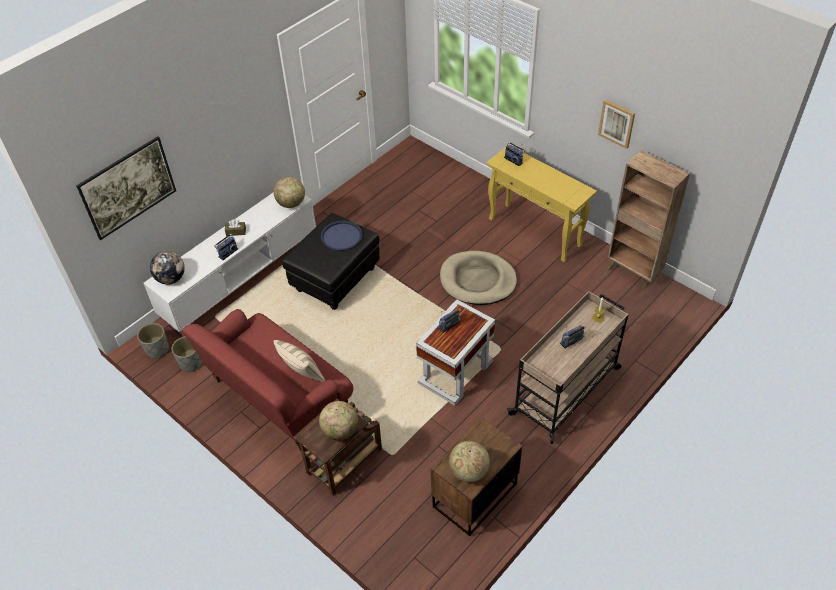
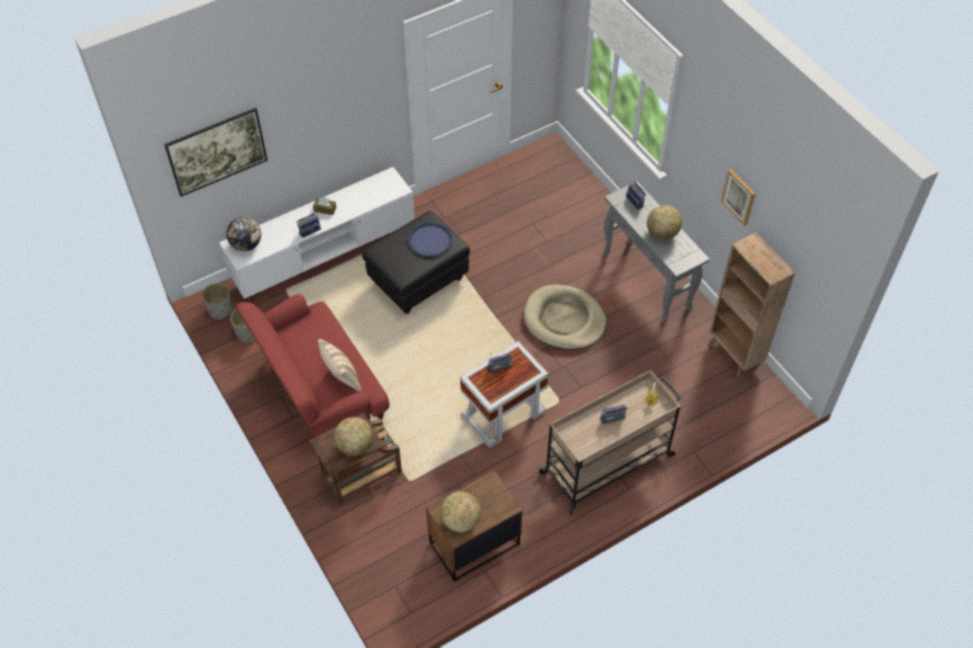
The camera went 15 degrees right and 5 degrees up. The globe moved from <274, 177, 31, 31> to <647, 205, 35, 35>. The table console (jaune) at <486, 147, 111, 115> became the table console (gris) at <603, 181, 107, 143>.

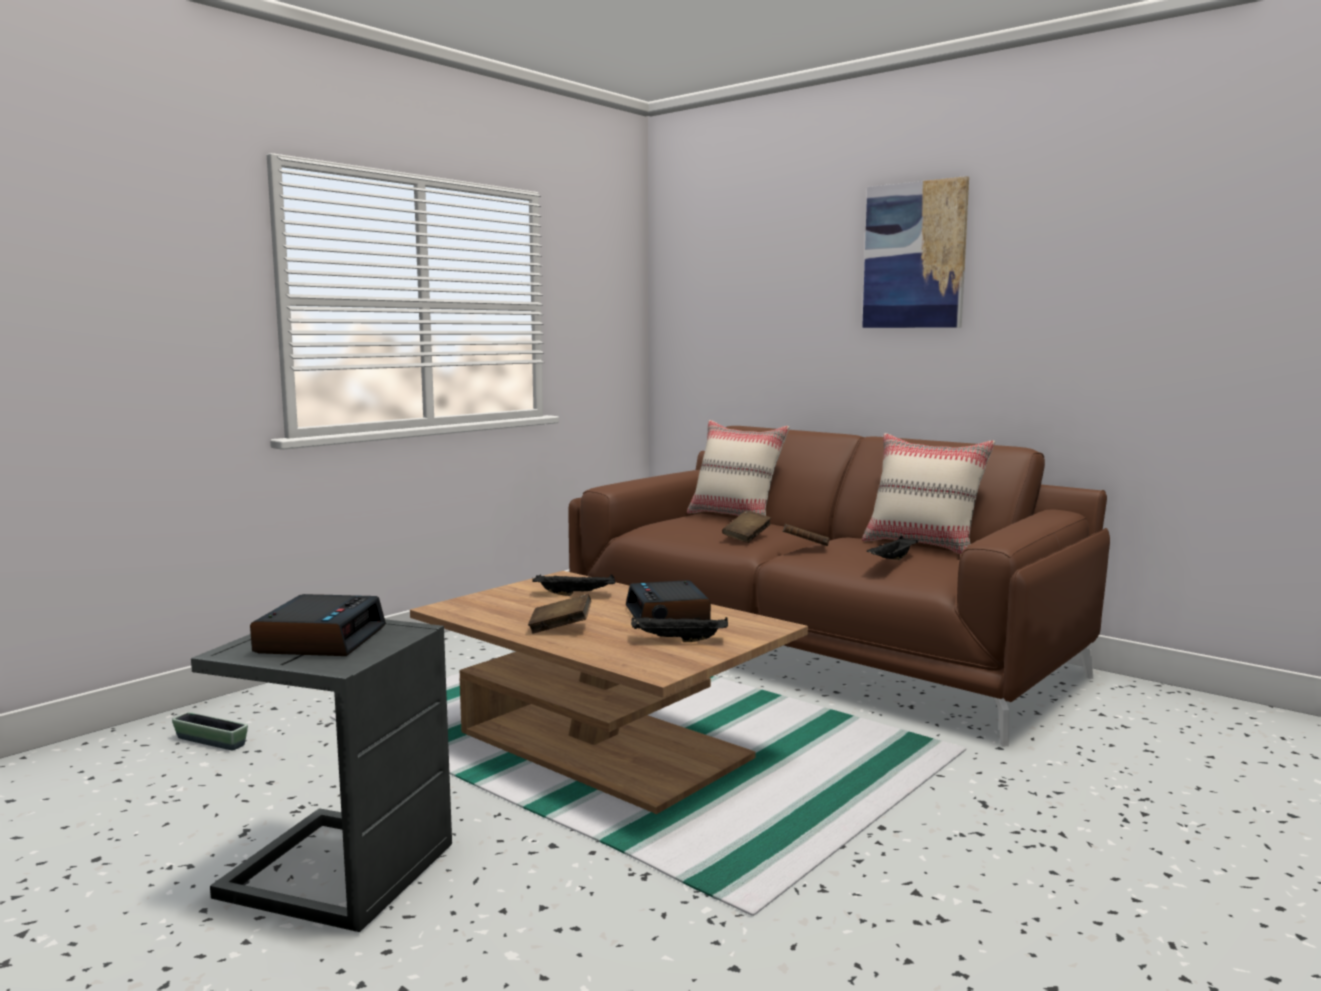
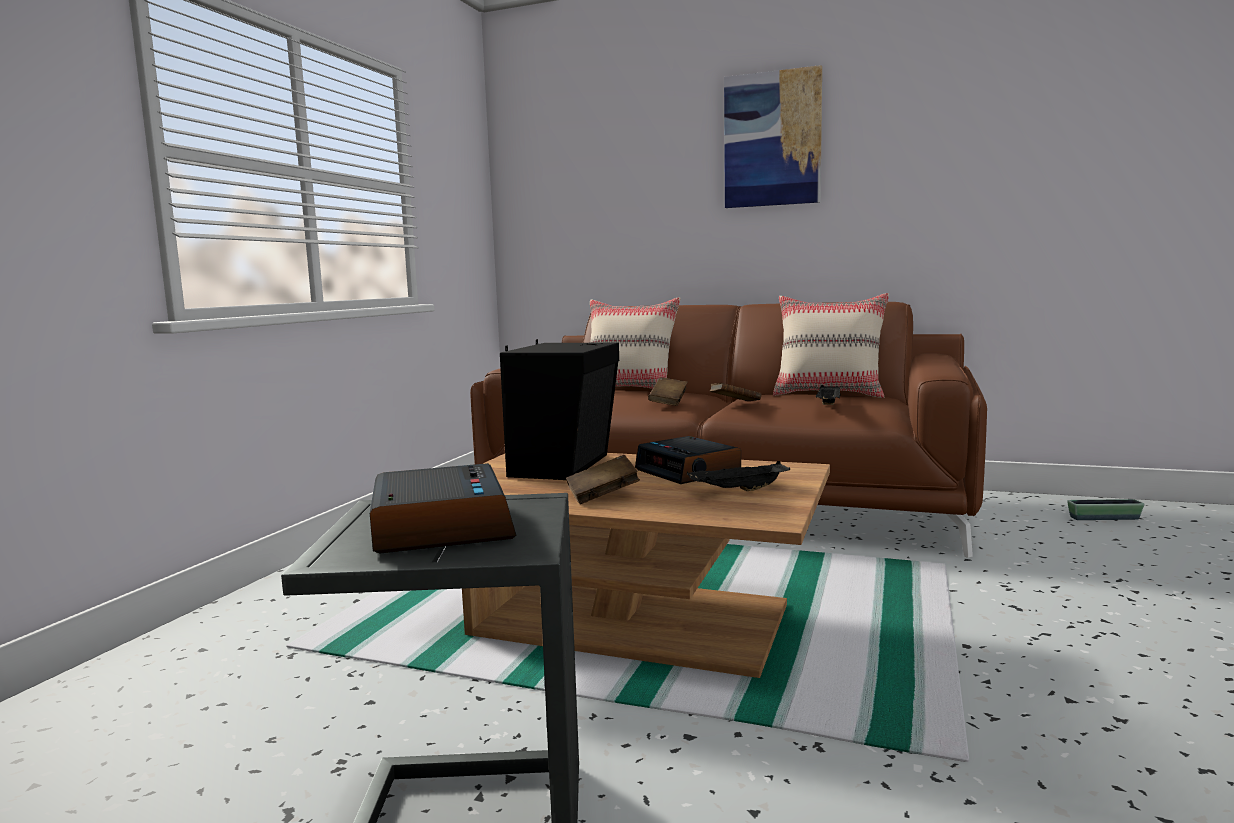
The camera went 20 degrees left and 0 degrees up. The cache-pot moved from <172, 712, 76, 38> to <1067, 499, 77, 21>. The plateau (noir) at <532, 574, 83, 22> was replaced by the enceinte (noir) at <500, 339, 119, 141>.

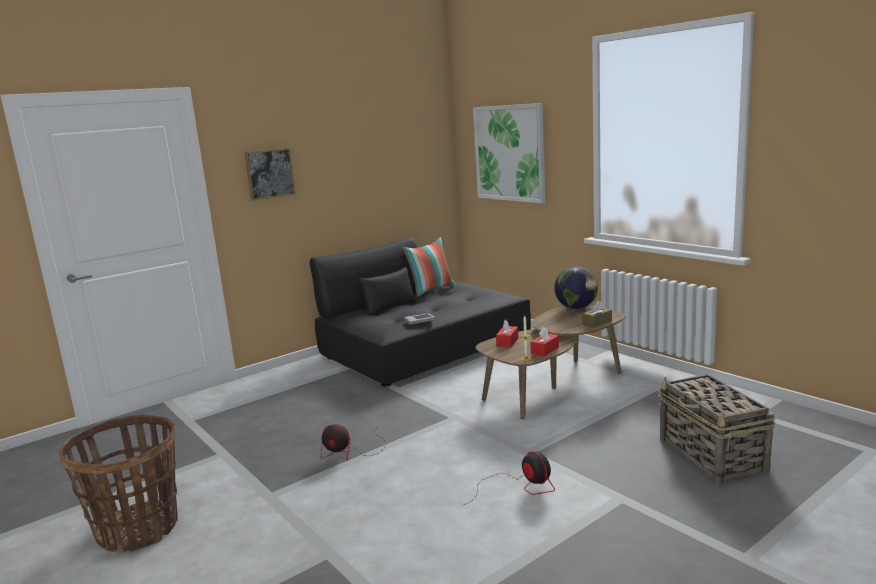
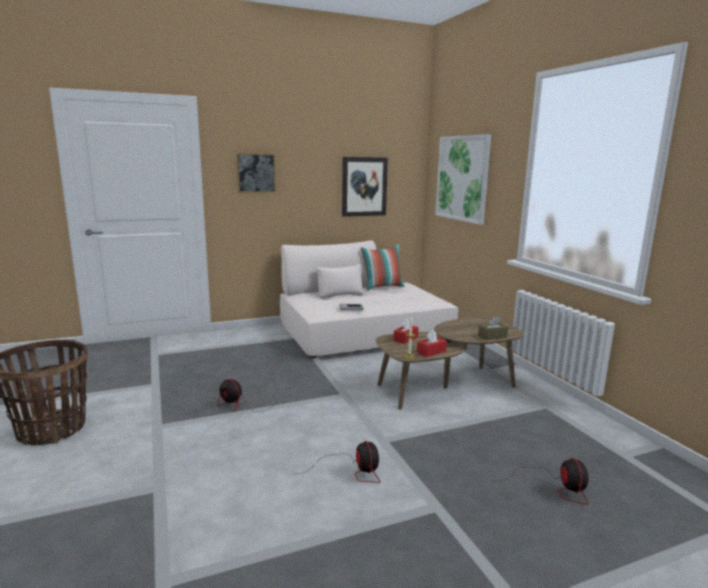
The camera went 15 degrees right and 0 degrees up. The globe at <554, 267, 44, 42> disappeared. The tableau at <342, 157, 46, 60> appeared. The panier at <657, 374, 119, 110> was replaced by the ventilateur at <502, 458, 87, 47>. The canapé (noir) at <309, 237, 222, 149> became the canapé (beige) at <280, 241, 178, 117>.

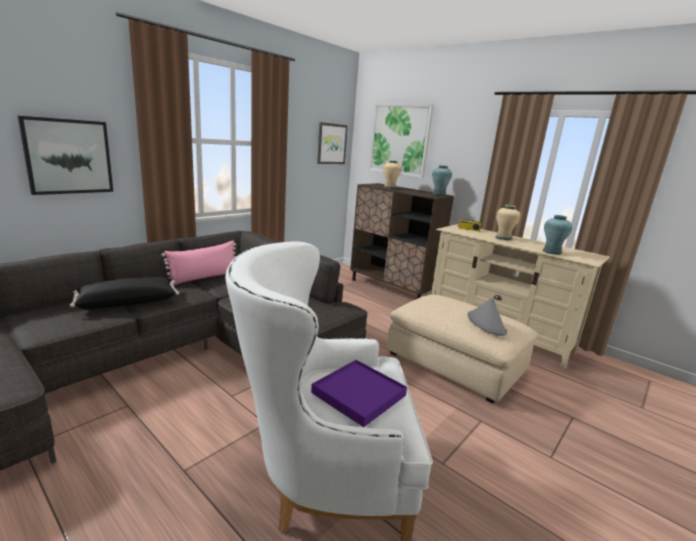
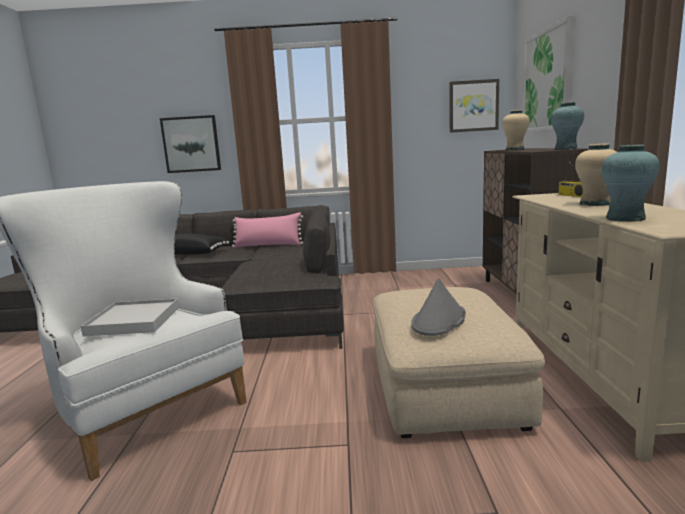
The camera went 50 degrees right and 5 degrees down. The plateau (violet) at <311, 360, 96, 67> became the plateau (blanc) at <81, 299, 98, 38>.

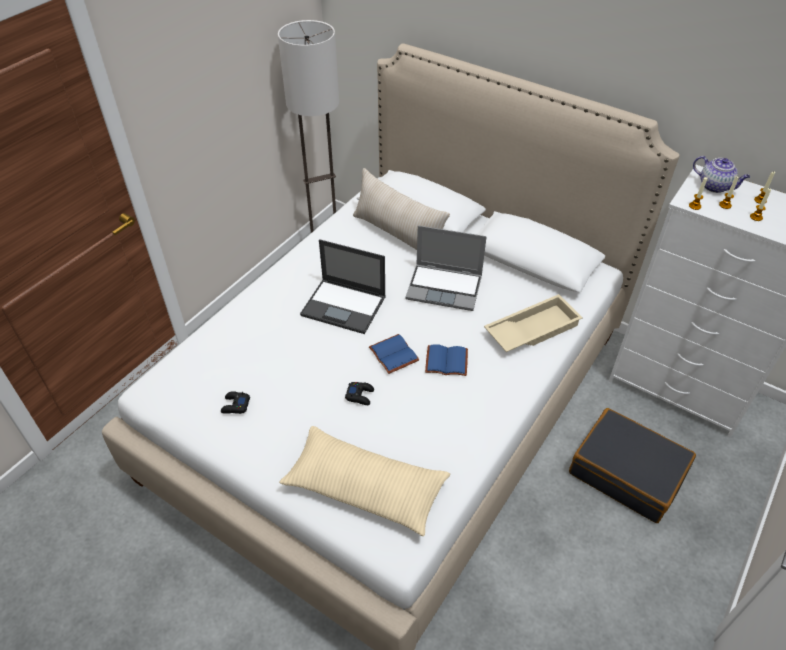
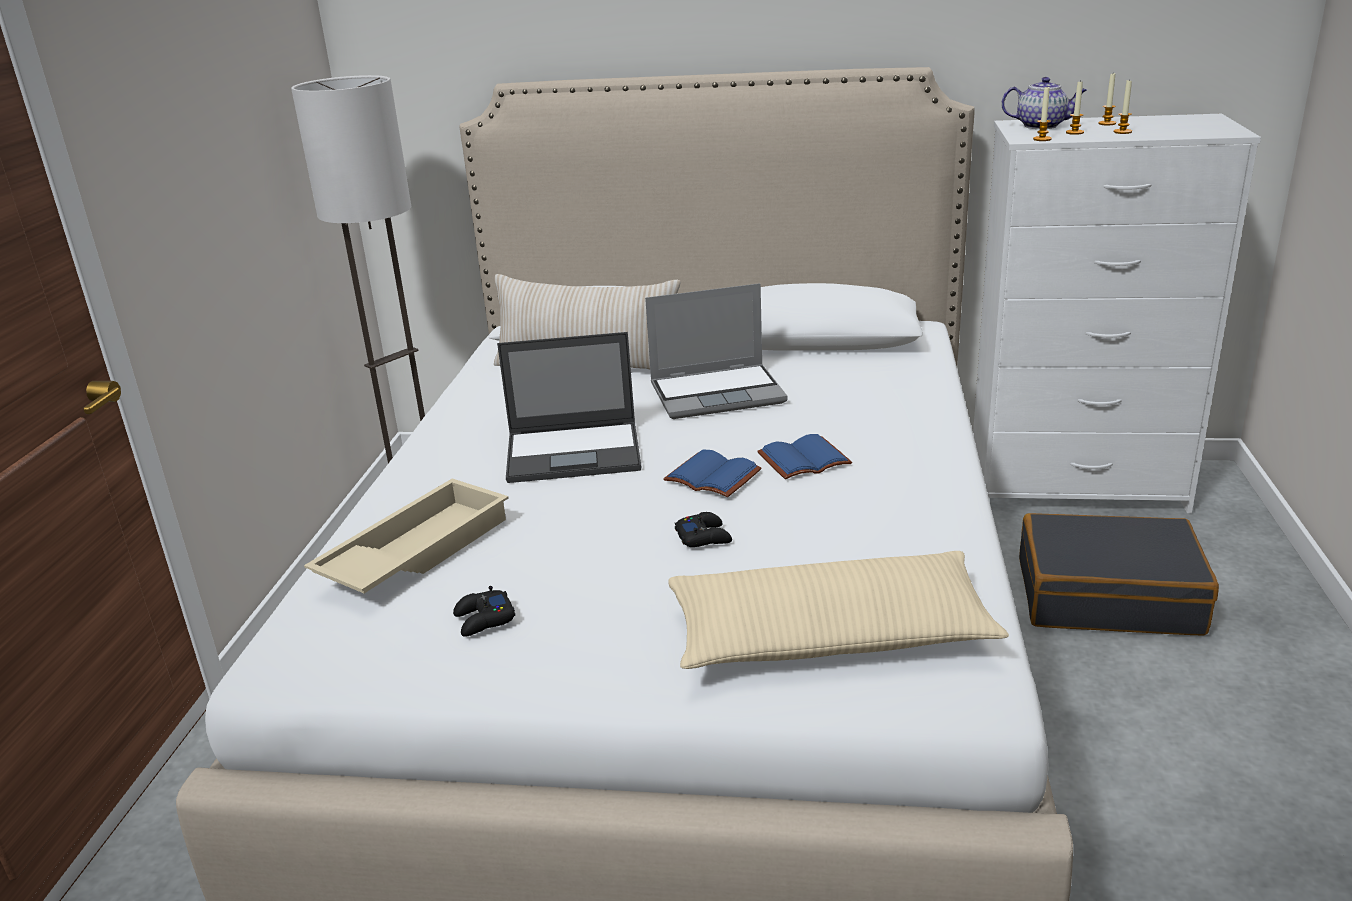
The camera went 25 degrees left and 20 degrees down. The plateau (beige) moved from <484, 294, 99, 58> to <304, 479, 205, 114>.

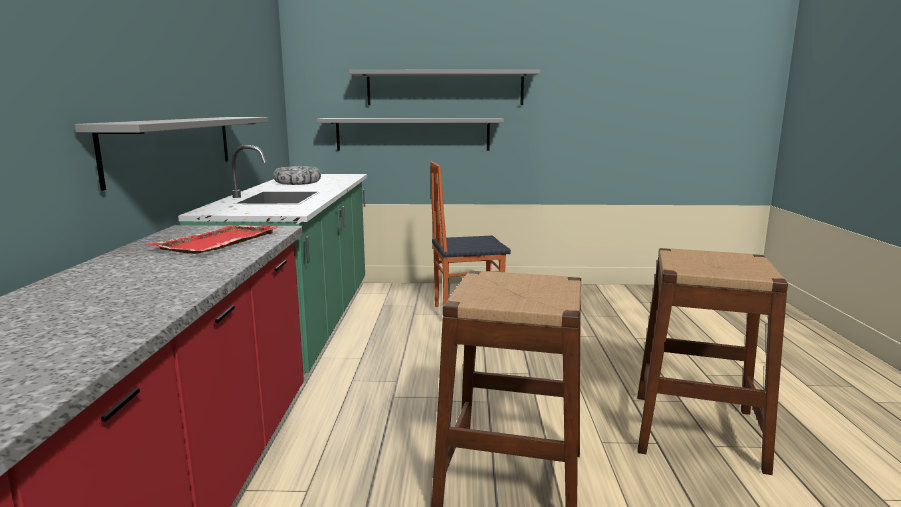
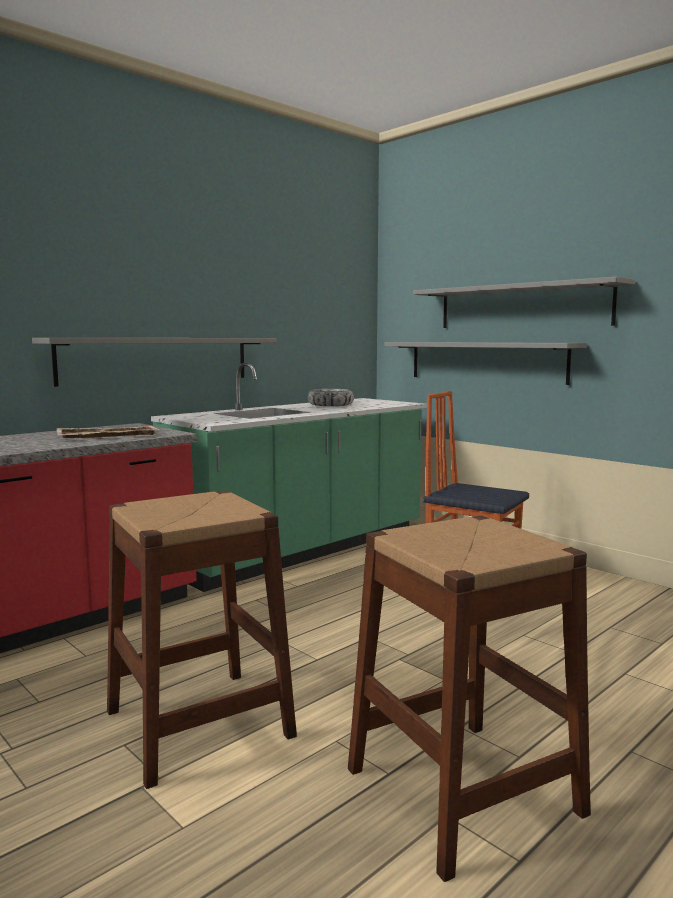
The camera went 45 degrees right and 5 degrees down. The plateau (rouge) at <146, 225, 136, 29> became the plateau (beige) at <57, 426, 102, 12>.

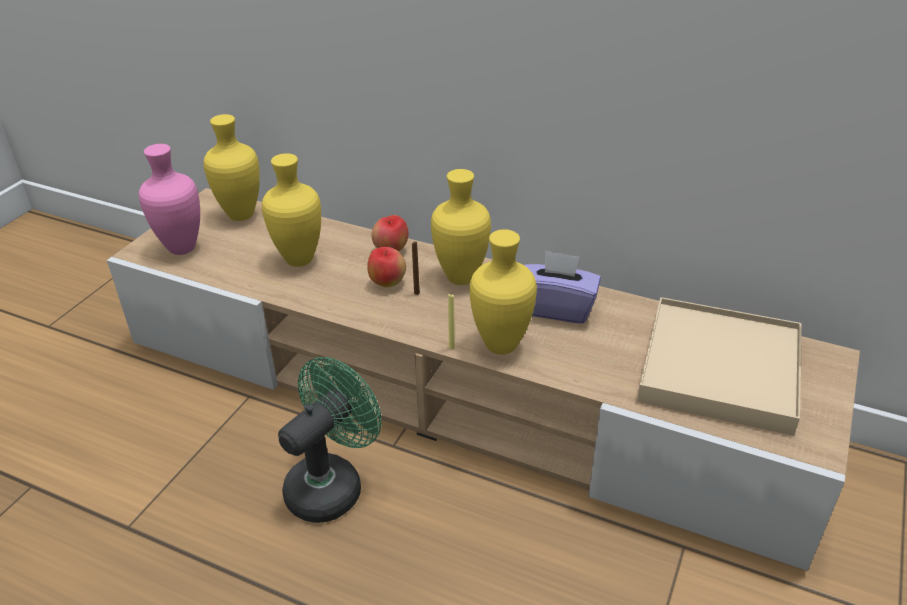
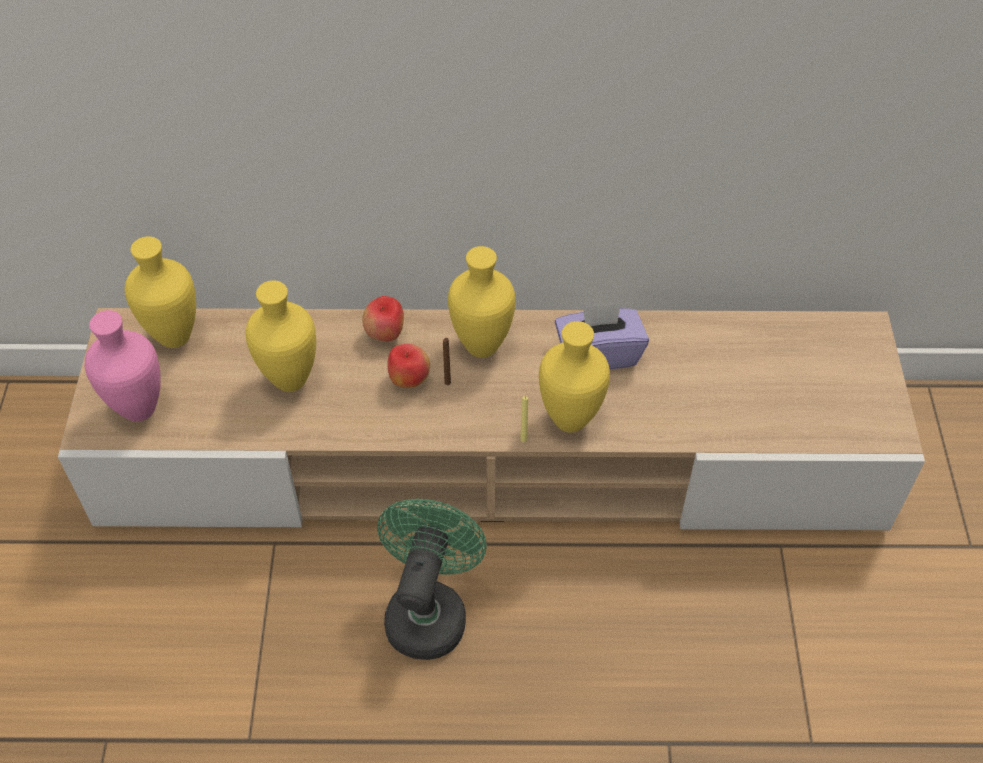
The camera went 25 degrees left and 15 degrees up. The plateau (beige) at <637, 297, 164, 139> disappeared.

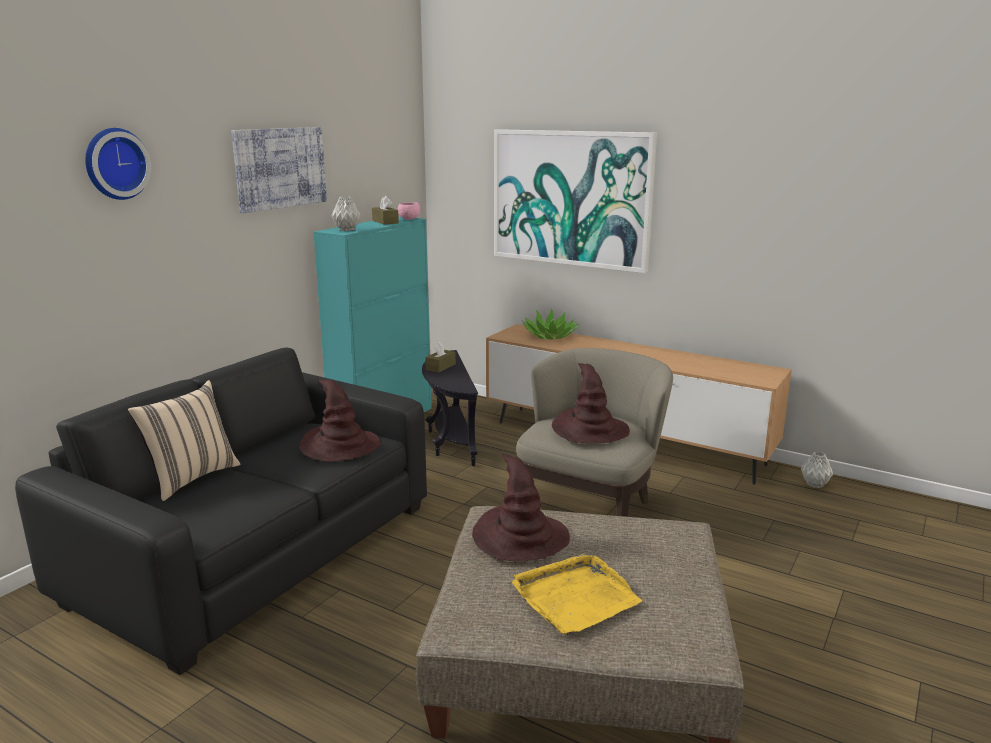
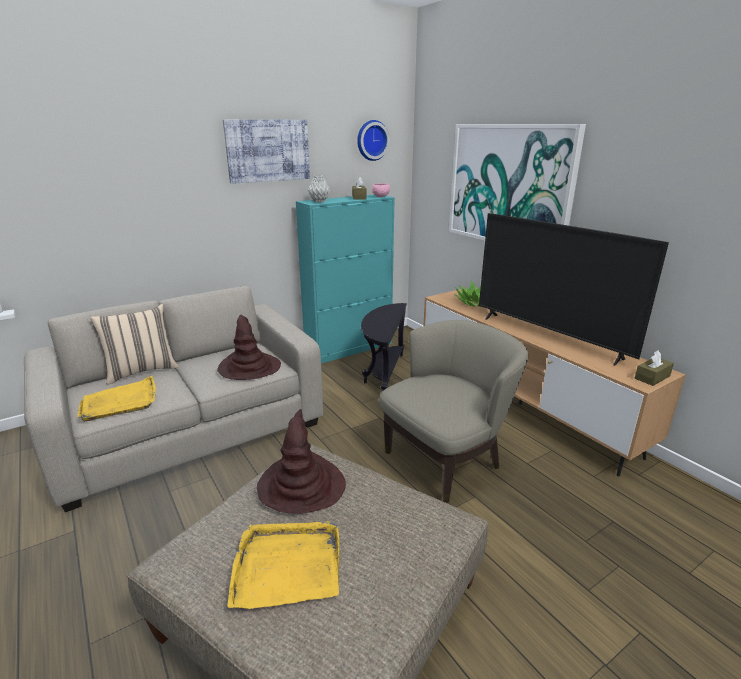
The camera went 25 degrees right and 5 degrees up. The chapeau (marron) at <552, 363, 78, 80> disappeared. The vase (gris) at <801, 452, 32, 36> disappeared. The plateau (jaune) at <78, 376, 78, 46> appeared. The téléviseur at <479, 213, 190, 153> appeared. The horloge murale moved from <85, 128, 66, 72> to <357, 120, 33, 41>. The boîte à mouchoirs (marron) moved from <425, 342, 31, 31> to <635, 350, 39, 36>. The canapé (noir) at <15, 348, 412, 327> became the canapé (beige) at <24, 286, 299, 226>.

